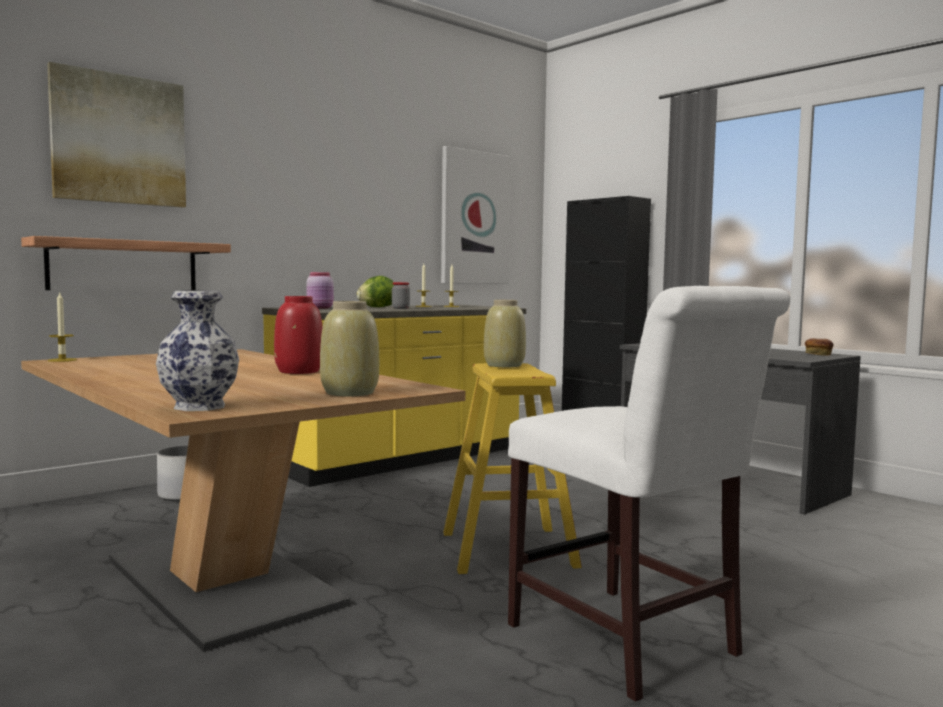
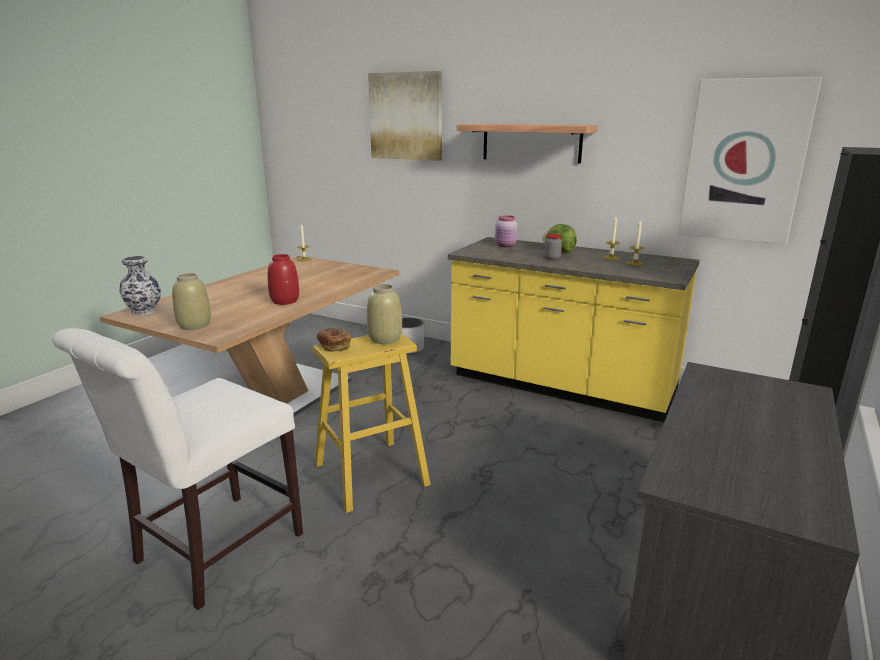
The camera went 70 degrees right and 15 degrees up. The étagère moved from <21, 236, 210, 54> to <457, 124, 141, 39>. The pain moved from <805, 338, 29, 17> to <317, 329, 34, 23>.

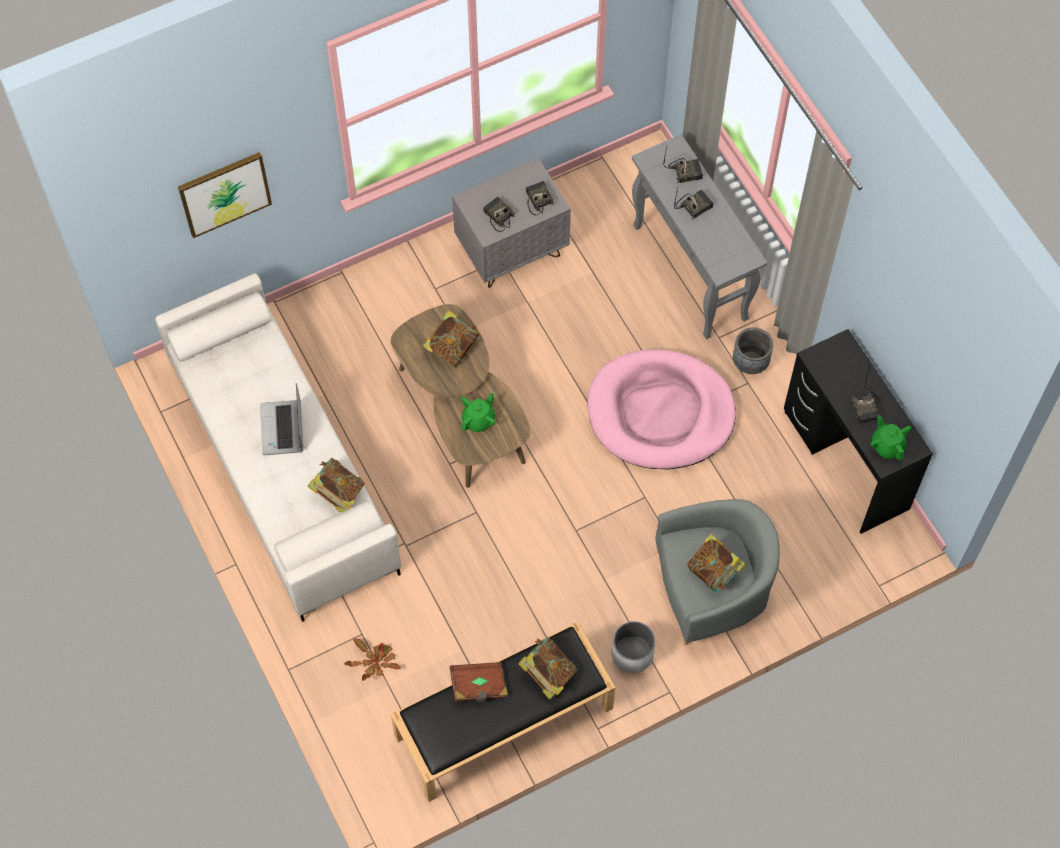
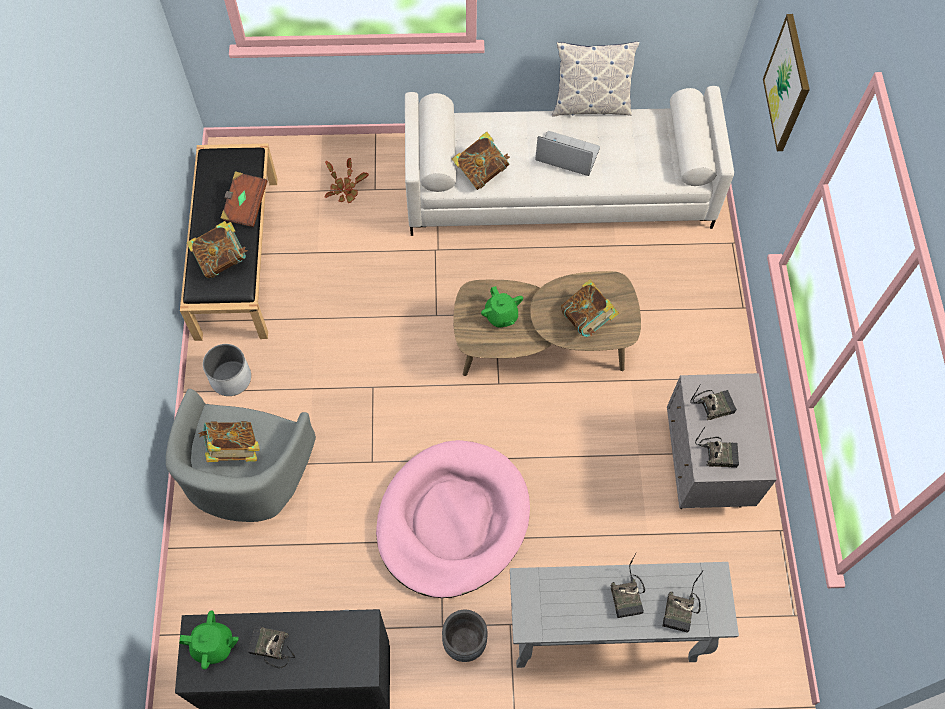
The camera went 115 degrees right and 0 degrees up. The coussin at <552, 41, 88, 76> appeared.

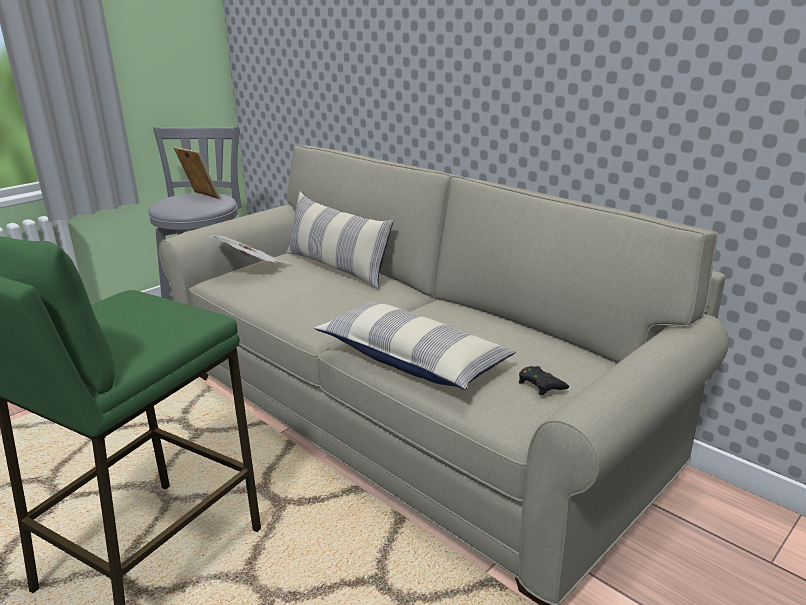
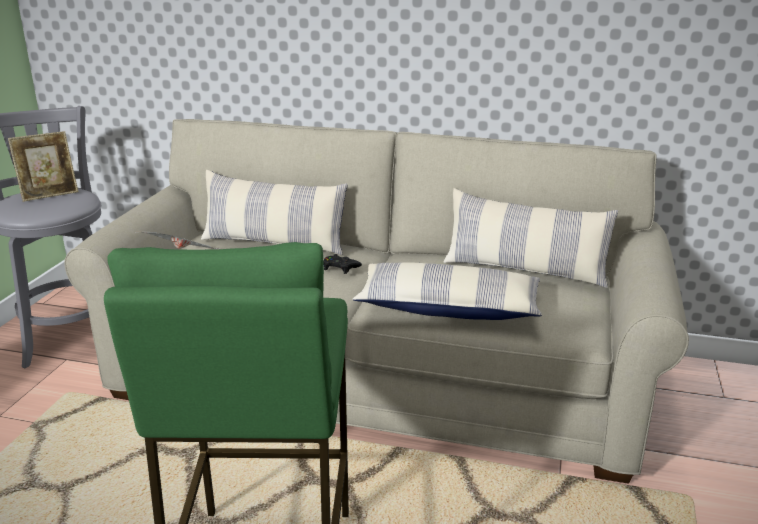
The camera went 30 degrees left and 0 degrees up. The coussin at <444, 188, 174, 100> appeared. The manette (noir) moved from <519, 366, 50, 29> to <323, 254, 39, 20>. The cadre photo at <173, 147, 47, 52> turned 135 degrees clockwise.

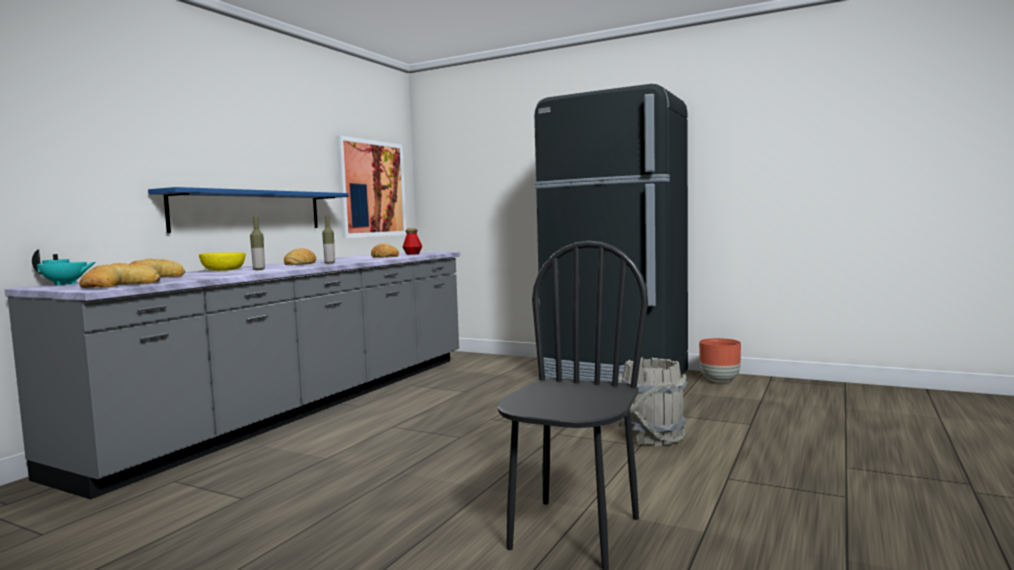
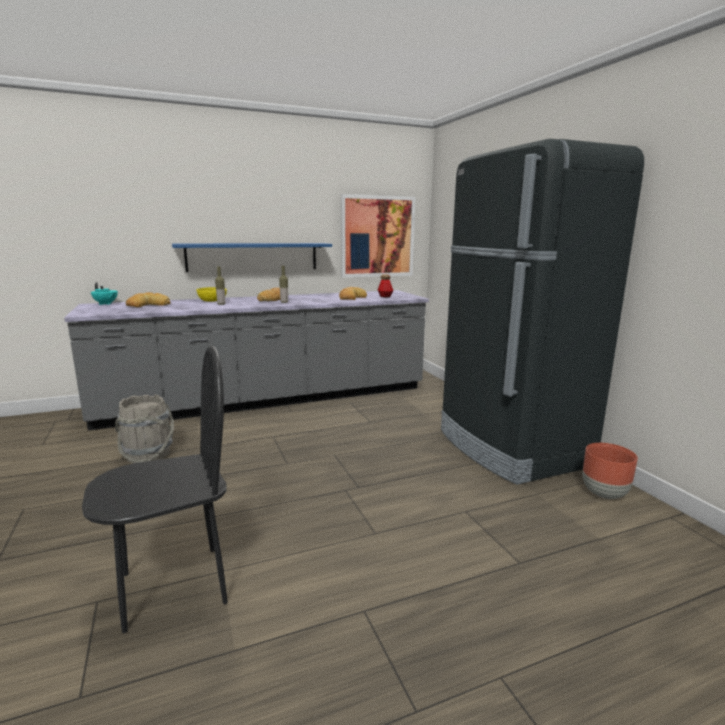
The camera went 40 degrees right and 10 degrees up. The pain at <80, 263, 80, 25> disappeared. The seau (gris) moved from <618, 357, 69, 90> to <115, 394, 59, 69>.

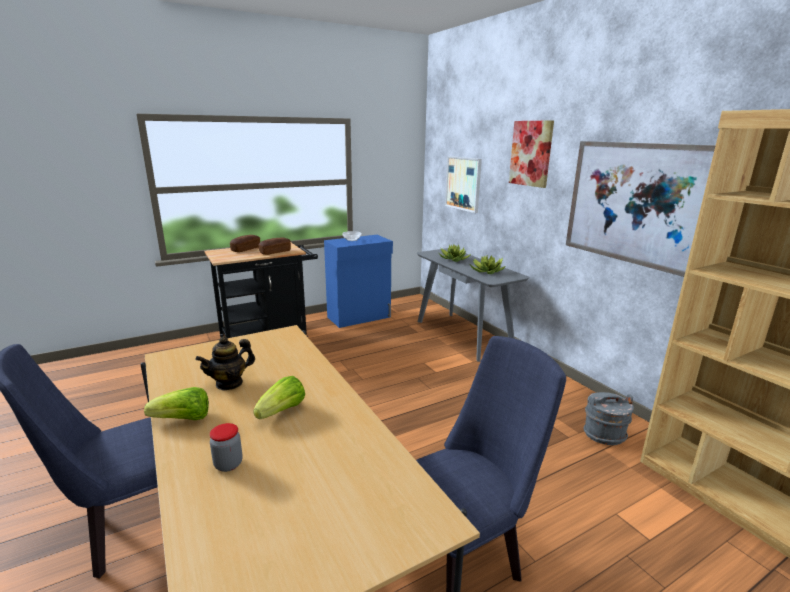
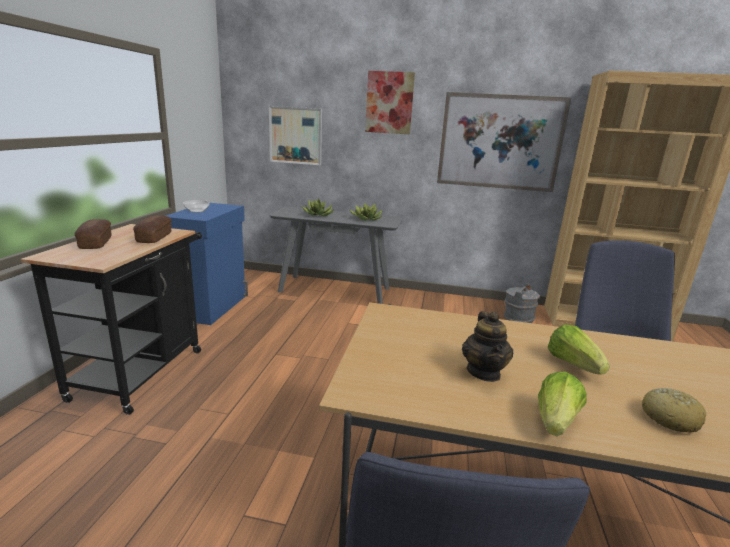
The camera went 50 degrees left and 0 degrees up. The bocal at <210, 423, 33, 49> was replaced by the pain at <642, 388, 64, 44>.

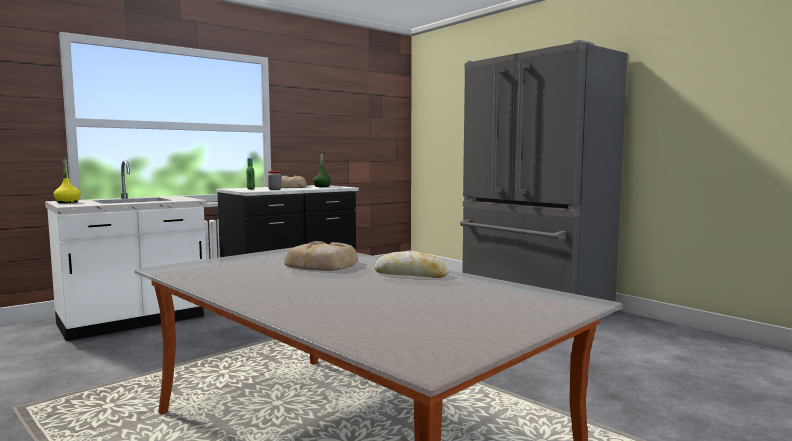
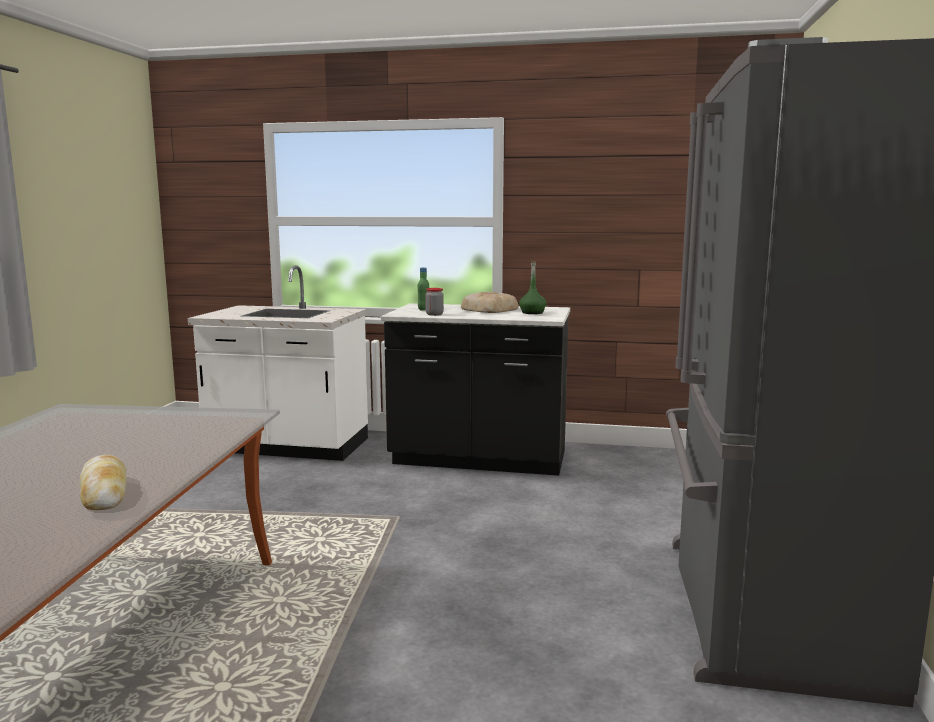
The camera went 50 degrees right and 5 degrees up. The bouteille (jaune) at <53, 158, 28, 45> disappeared. The pain at <284, 241, 74, 30> disappeared.

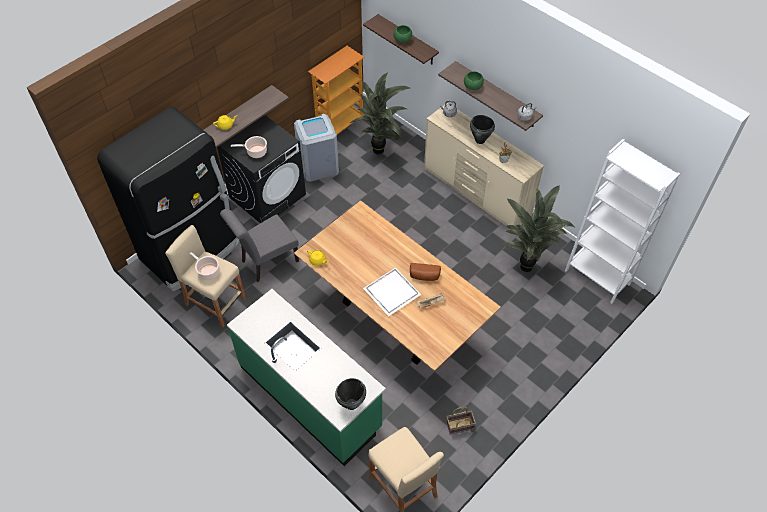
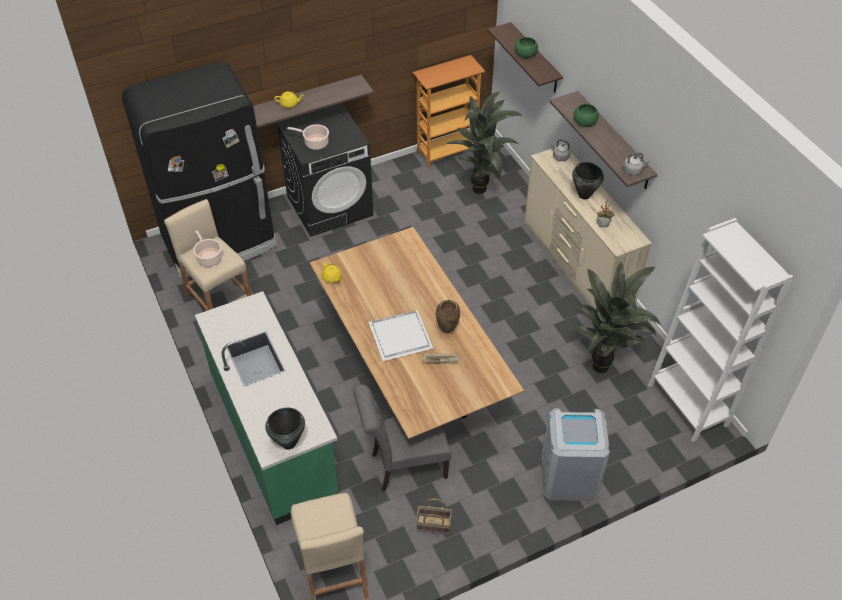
The camera went 20 degrees right and 5 degrees down. The chaise (gris) moved from <220, 209, 79, 73> to <353, 385, 99, 106>. The poubelle (gris) moved from <294, 114, 45, 68> to <541, 408, 69, 93>. The pain at <410, 263, 31, 18> was replaced by the vase (marron) at <436, 300, 24, 33>.

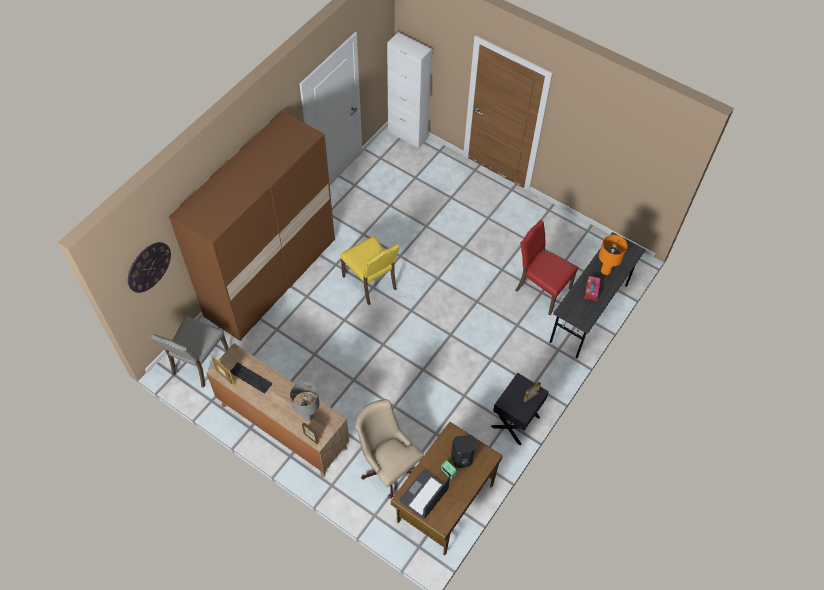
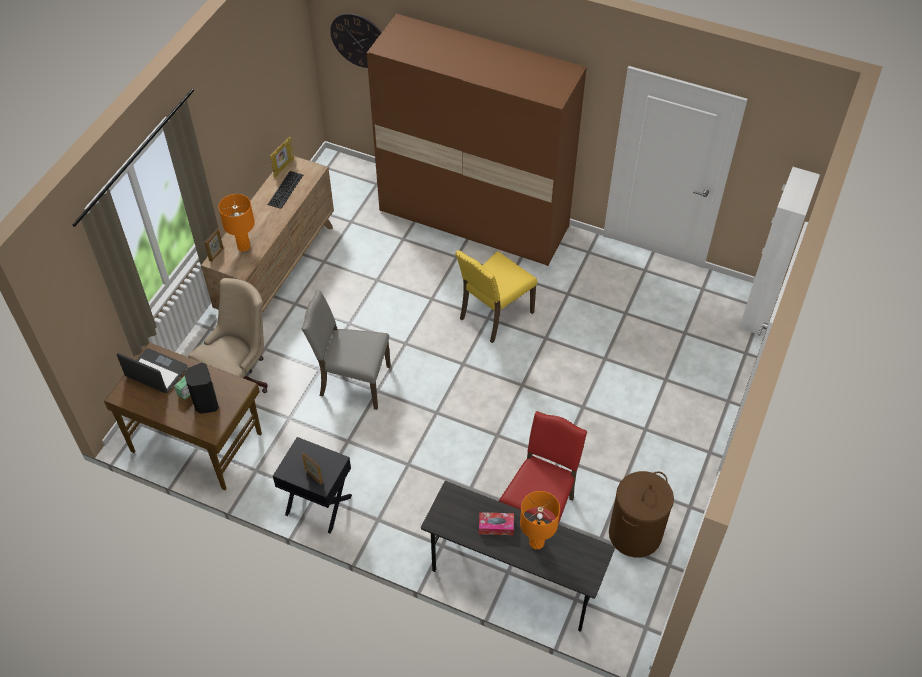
The camera went 80 degrees right and 5 degrees down. The panier à linge (marron) at <609, 471, 65, 87> appeared. The chaise (gris) moved from <151, 316, 78, 72> to <301, 290, 90, 120>. The lampe de table (gris) at <290, 381, 29, 40> became the lampe de table (orange) at <219, 194, 36, 57>.

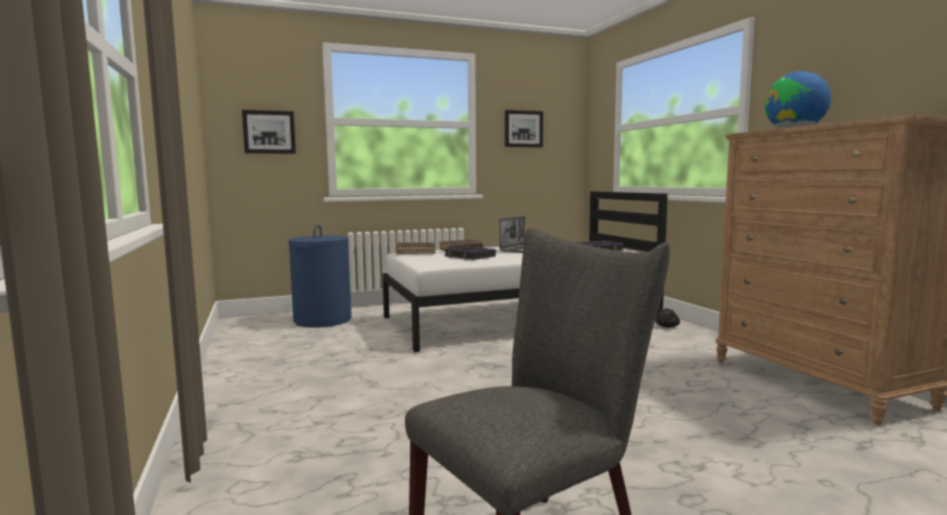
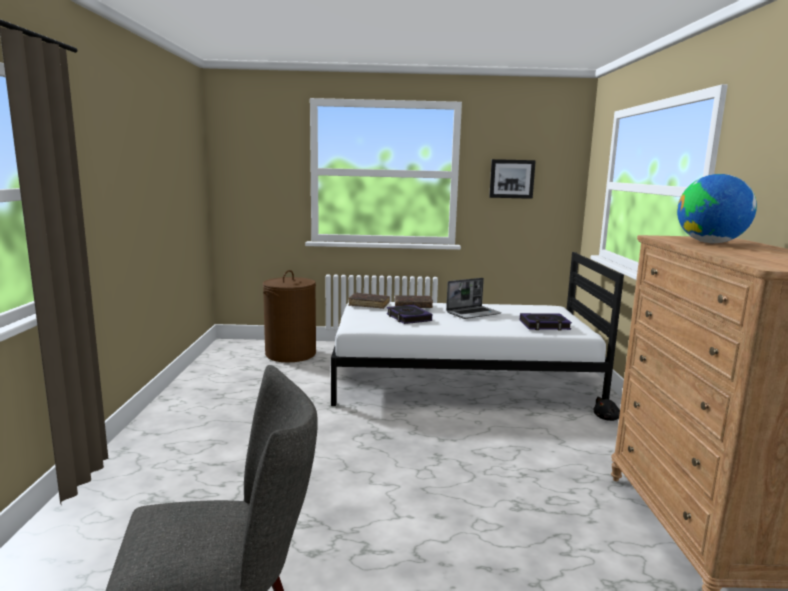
The camera went 20 degrees right and 5 degrees up. The tableau at <242, 110, 54, 44> disappeared. The panier à linge (bleu) at <288, 225, 64, 103> became the panier à linge (marron) at <263, 270, 53, 92>.

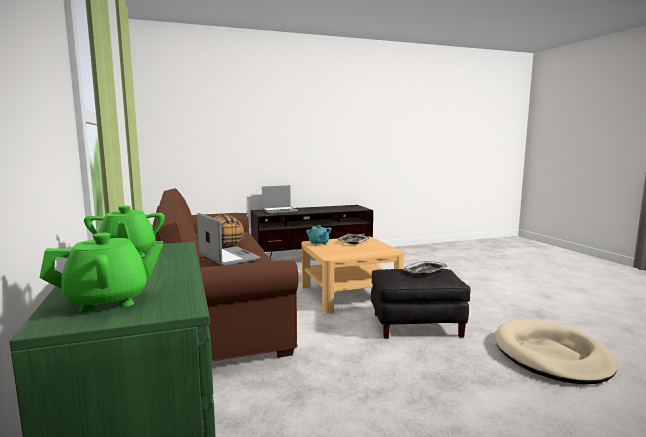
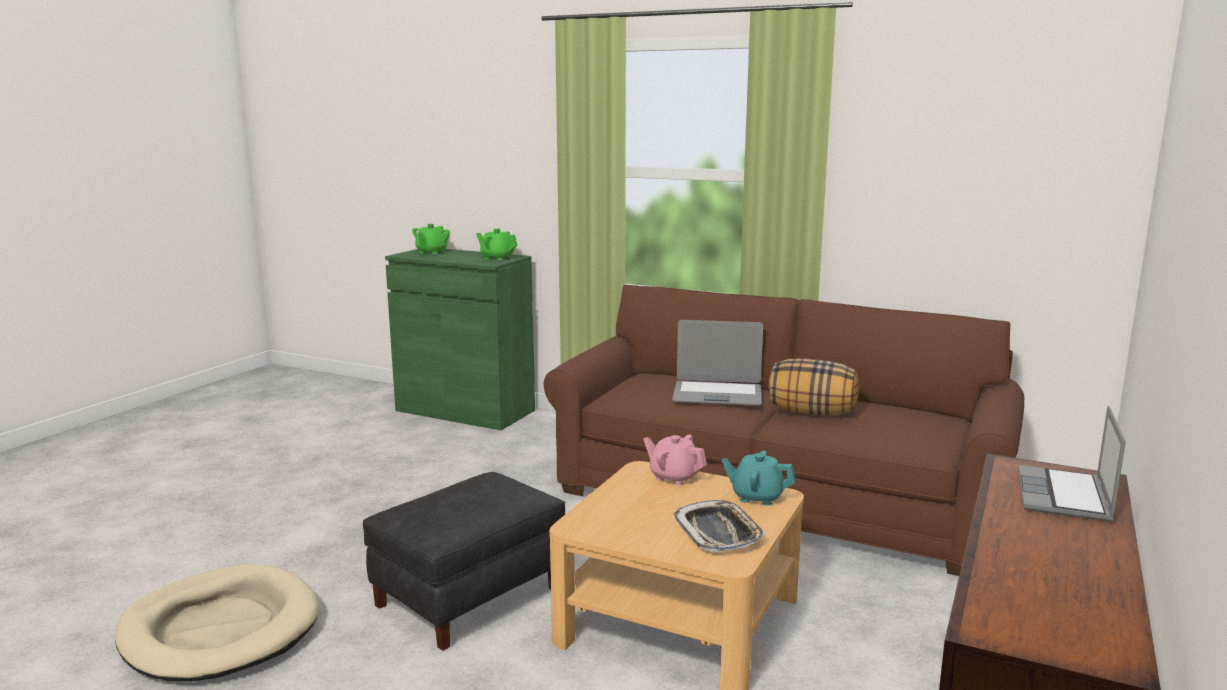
The camera went 135 degrees right and 5 degrees up. The plateau at <404, 261, 43, 14> disappeared. The théière (rose) at <643, 435, 64, 51> appeared.

